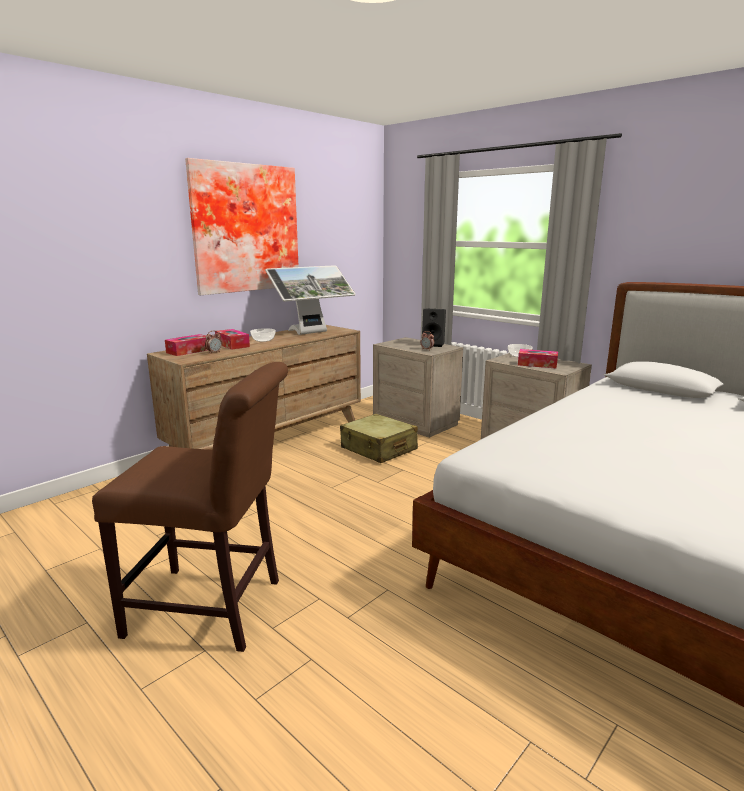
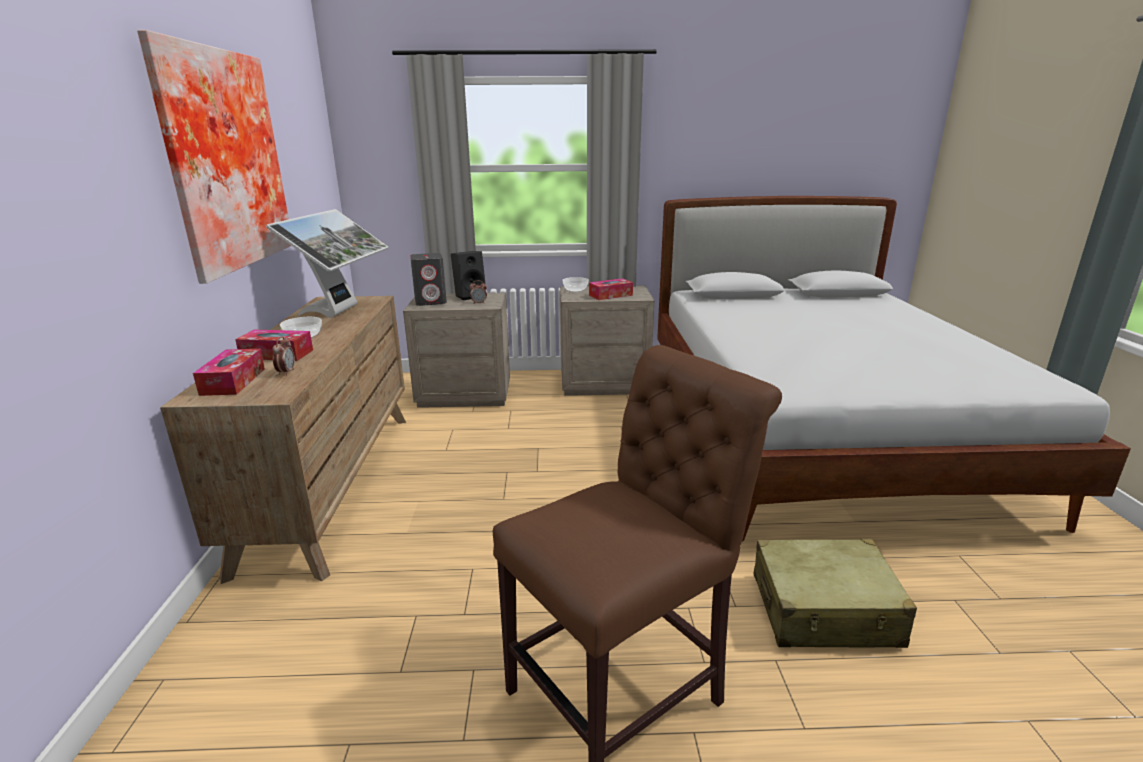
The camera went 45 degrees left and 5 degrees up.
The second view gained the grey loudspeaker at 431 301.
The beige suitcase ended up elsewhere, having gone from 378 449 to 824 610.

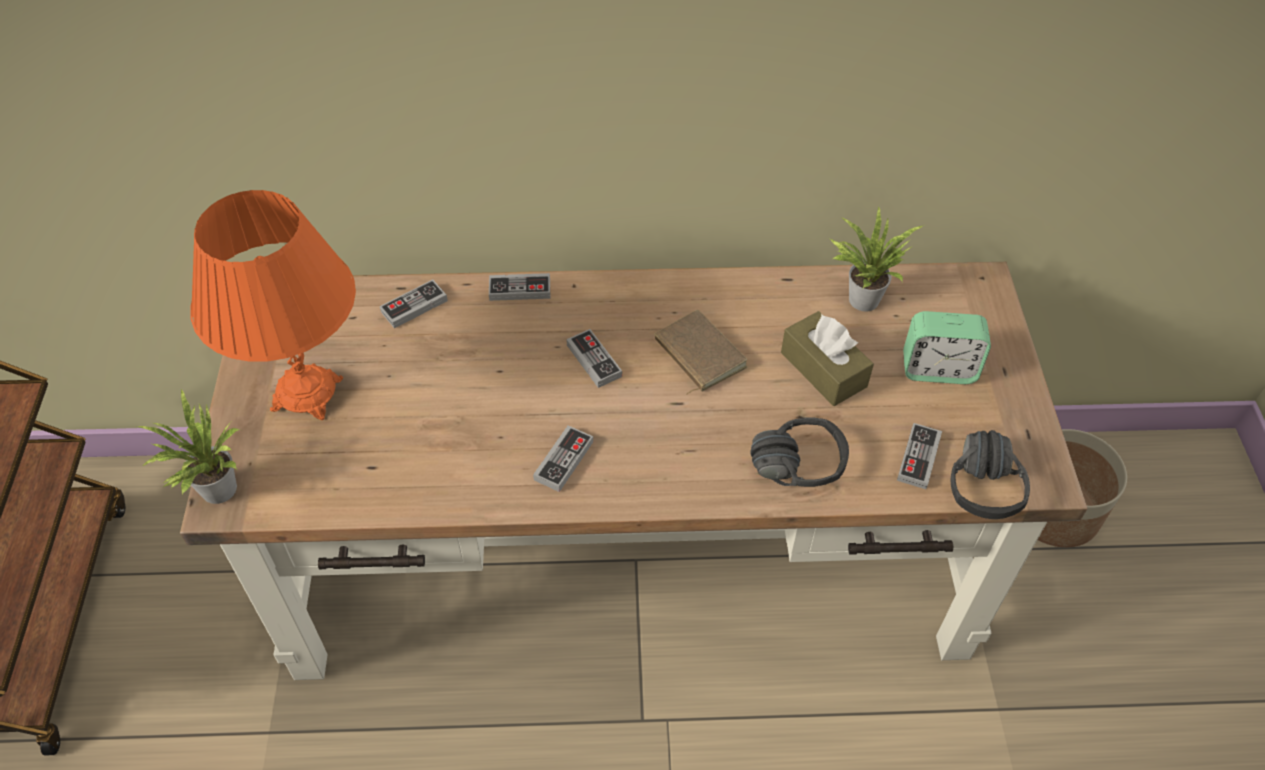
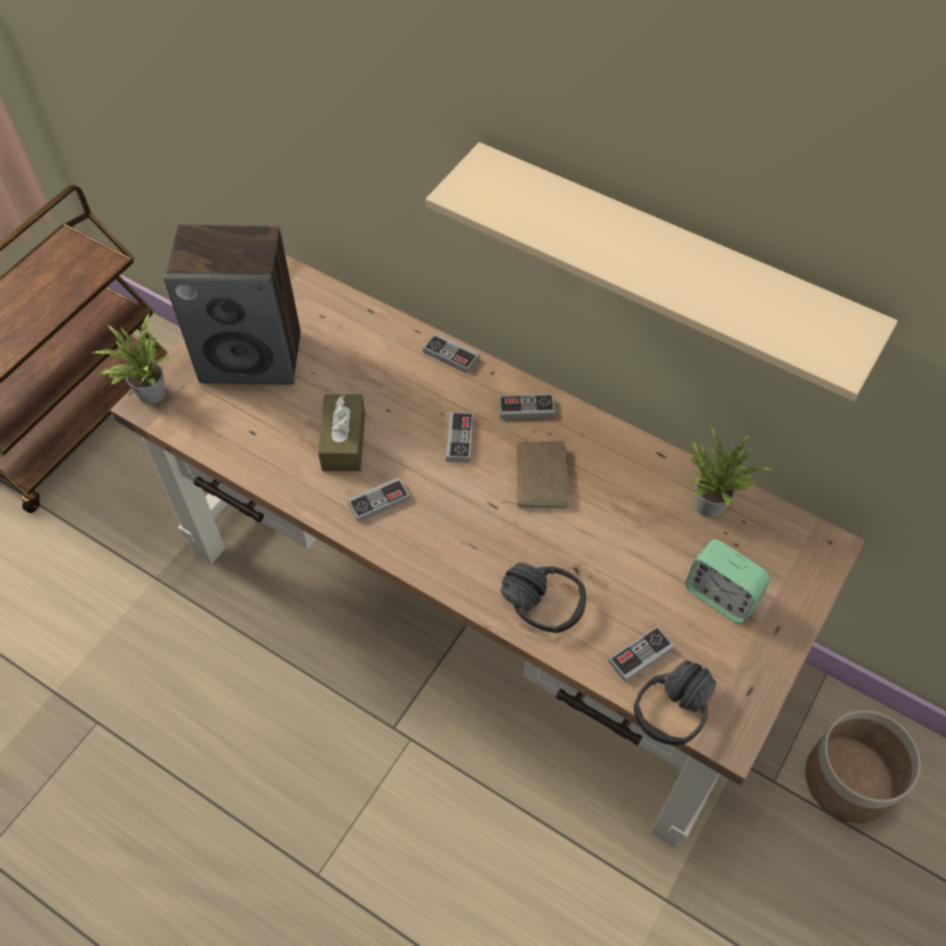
The camera went 35 degrees right and 5 degrees up.
The second view gained the beige wall shelf at 667 265.
The gamepad ended up elsewhere, having gone from 414 306 to 526 408.
The brown tissue holder ended up elsewhere, having gone from 823 369 to 343 441.
Where the orange tabletop lamp stood at 307 394, the loudspeaker came to stand at 252 357.

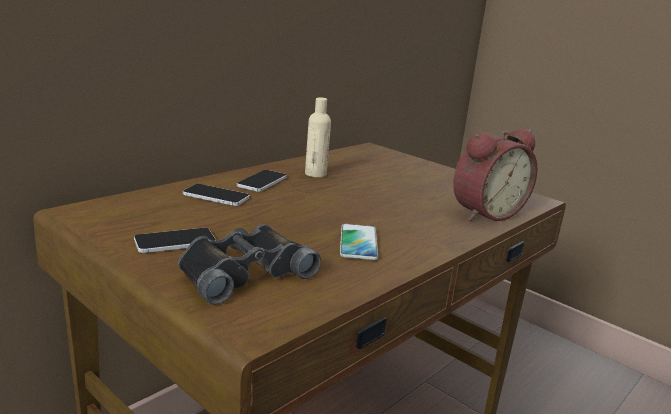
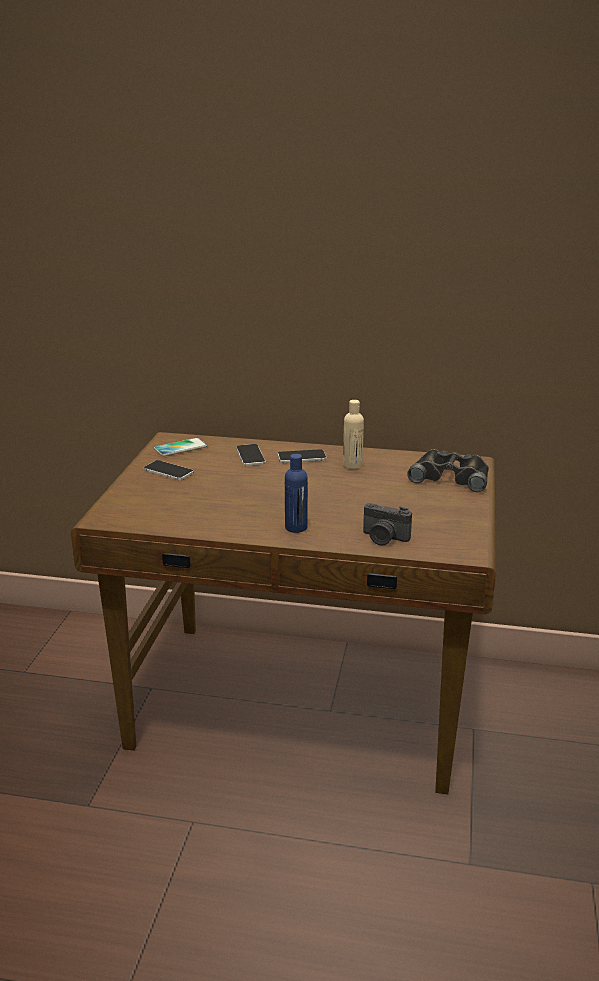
The camera went 60 degrees right and 5 degrees up.
The second view gained the blue bottle at 296 527.
The black pair of binoculars ended up elsewhere, having gone from 242 271 to 450 477.
The telephone ended up elsewhere, having gone from 358 243 to 180 448.
Where the bedside clock stood at 484 212, the still camera came to stand at 384 538.

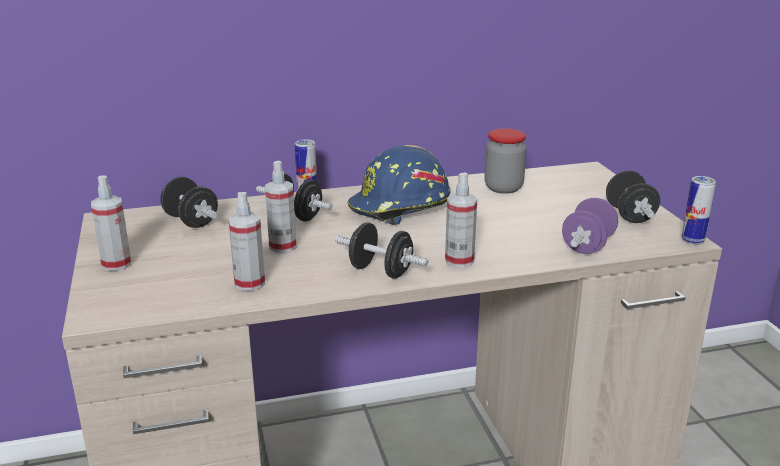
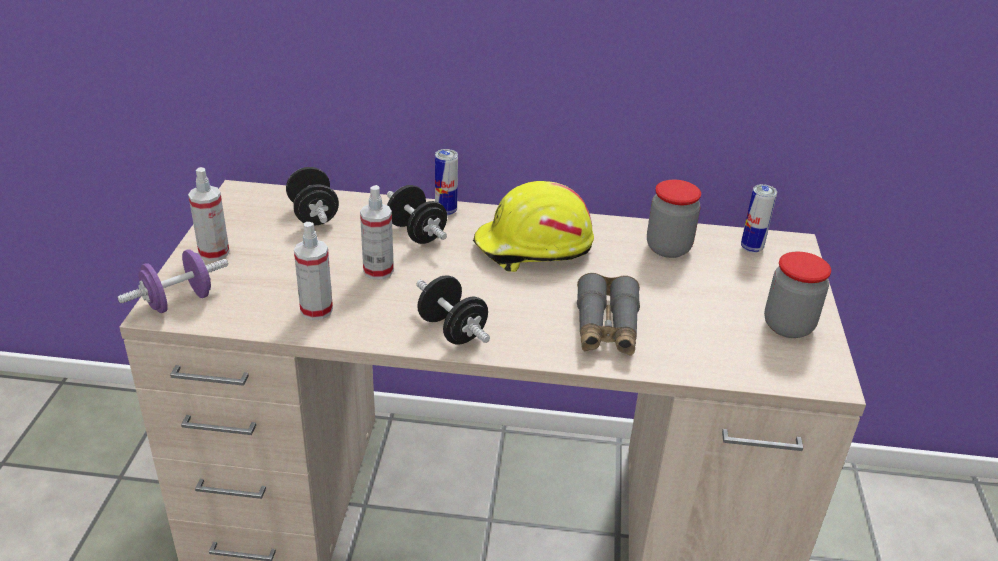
The camera went 20 degrees right and 10 degrees up.
The second view lost the sprayer at 459 260.
The second view gained the grey pair of binoculars at 606 327.
The purple-coloured free weight ended up elsewhere, having gone from 587 245 to 179 301.
The metal can ended up elsewhere, having gone from 692 241 to 751 248.
Where the black free weight stood at 629 215, the preserve jar came to stand at 788 326.
What was the blue hard hat at 400 207 turned into the yellow hard hat at 533 248.

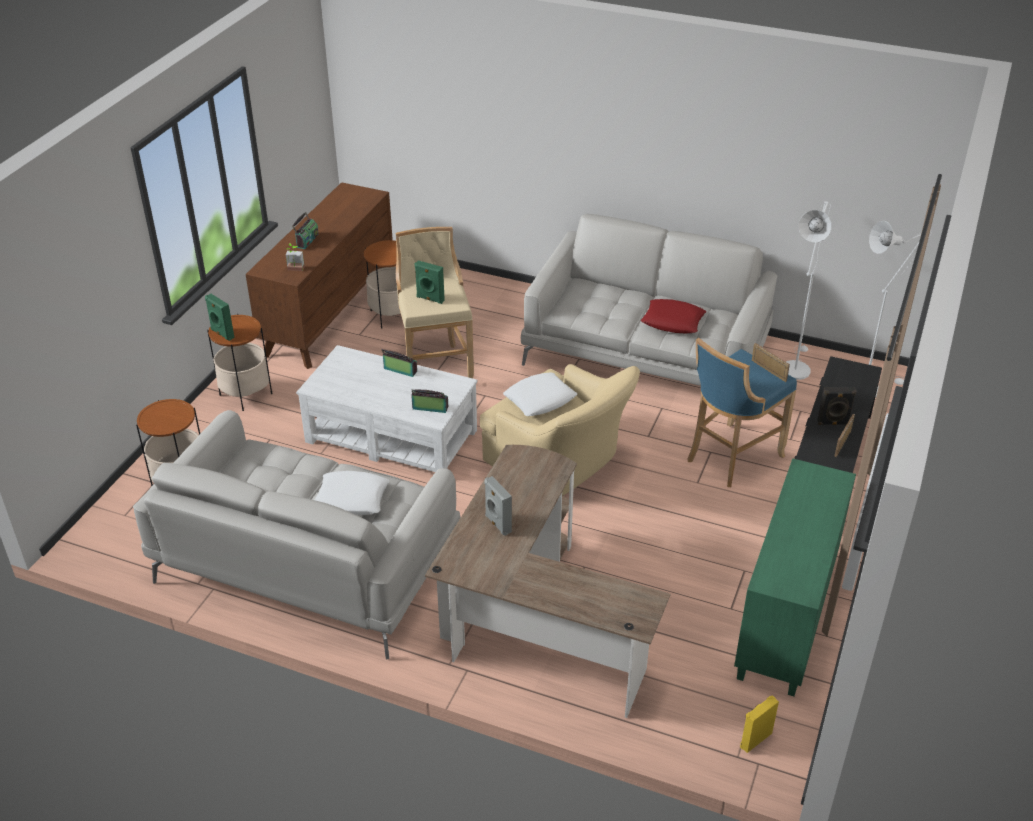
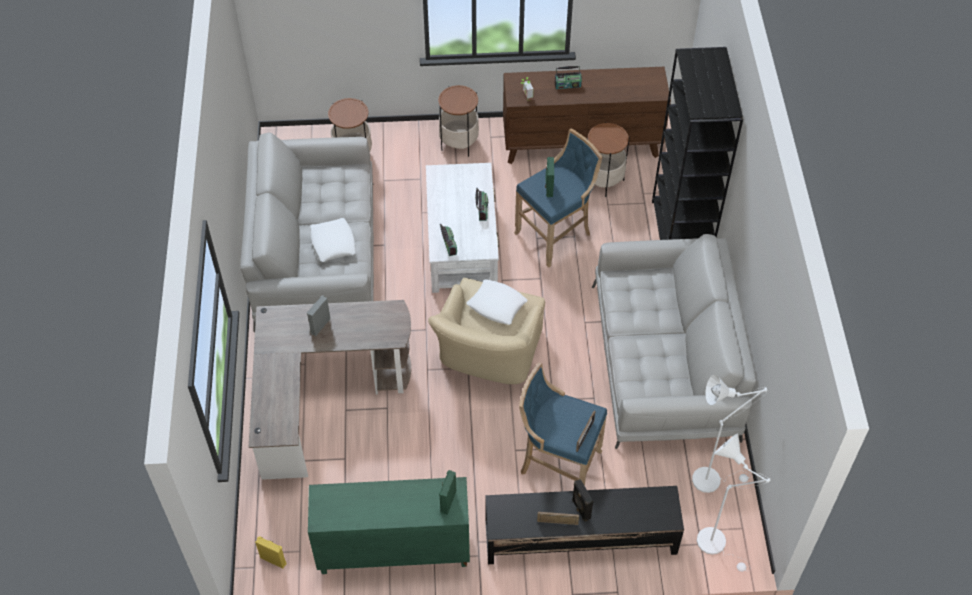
The camera went 65 degrees right and 15 degrees up.
The second view lost the reddish cushion at 673 321.
The second view gained the black bookshelf at 680 235.
The greenish loudspeaker ended up elsewhere, having gone from 222 334 to 447 501.
What was the beige stool seat at 436 367 turned into the blue stool seat at 556 235.

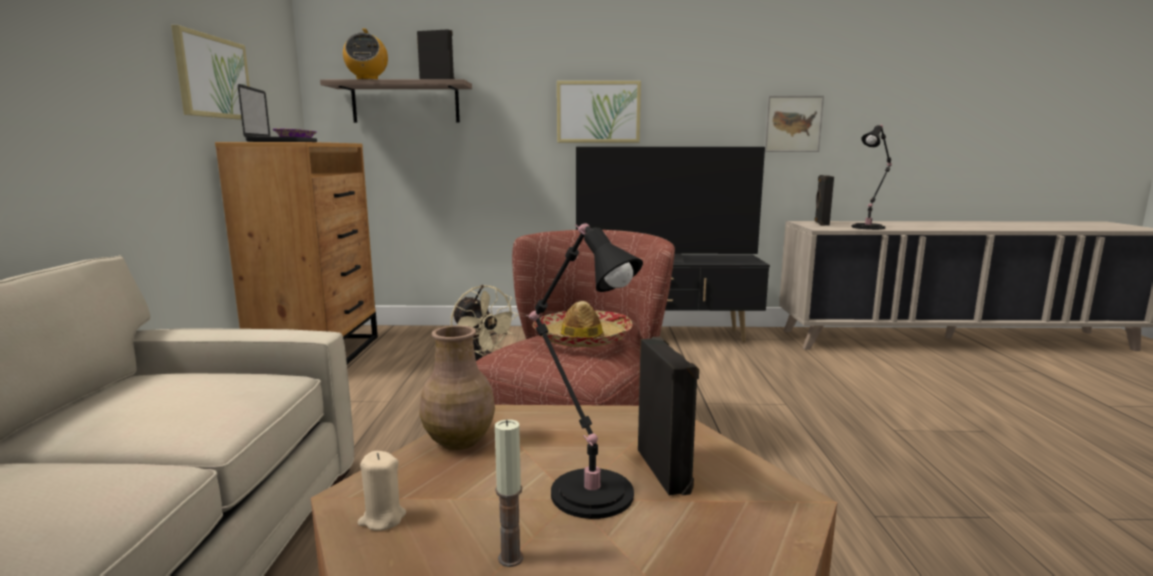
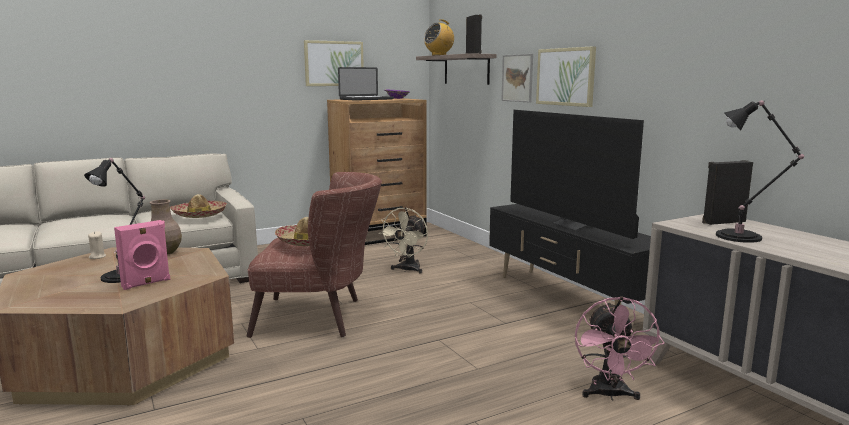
The camera went 60 degrees right and 0 degrees up.
The second view lost the wax candle at 510 558.
The second view gained the hat at 200 215.
The second view gained the pinkish cooling fan at 610 395.
The wall art ended up elsewhere, having gone from 793 124 to 517 78.
What was the black loudspeaker at 665 470 turned into the pinkish loudspeaker at 146 283.

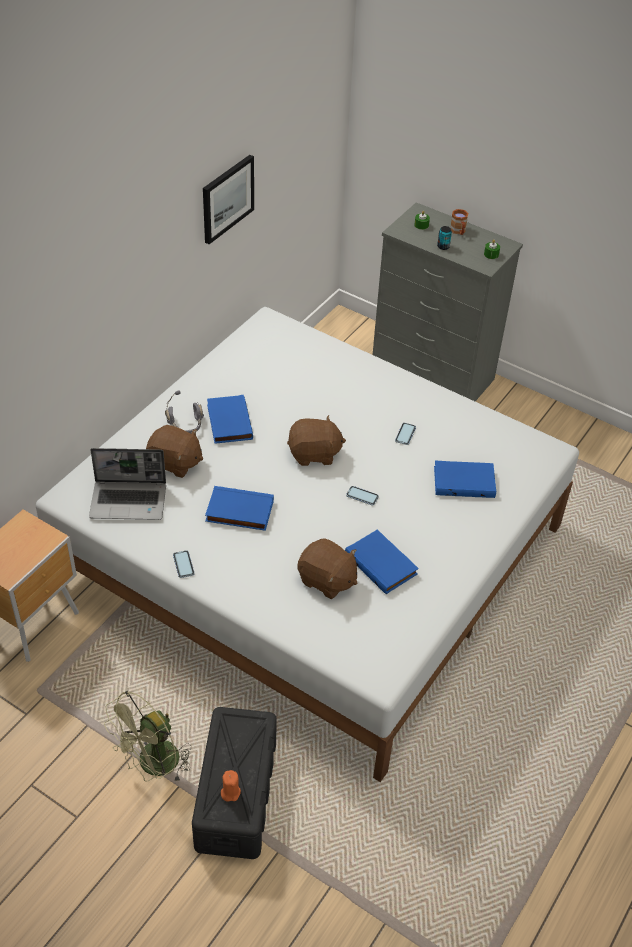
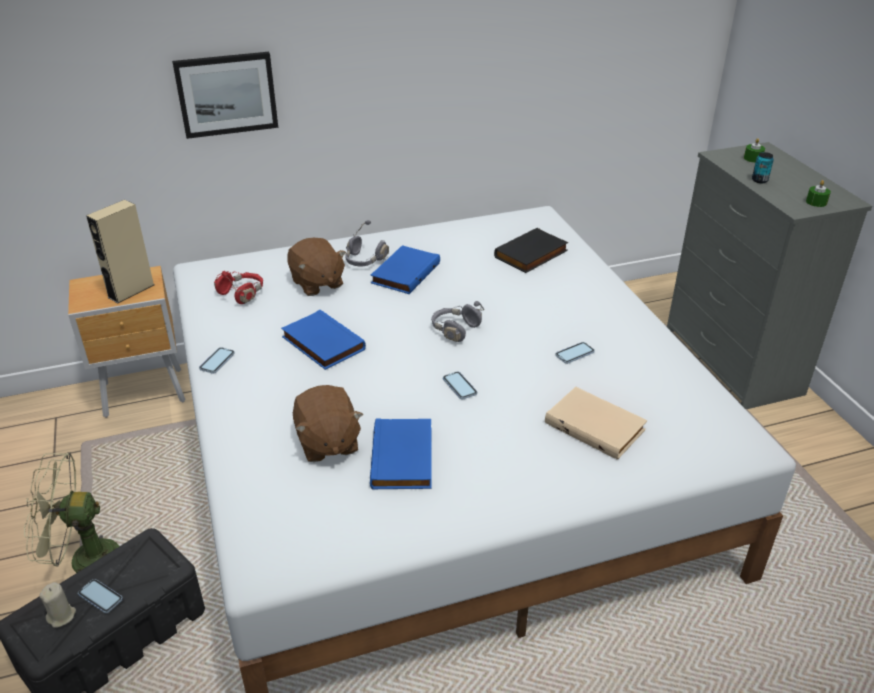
The camera went 40 degrees right and 10 degrees down.
The second view lost the brown tea mug at 458 231.
The second view gained the telephone at 100 597.
The second view gained the beige loudspeaker at 131 291.
The second view gained the black volume at 532 255.
The wall art ended up elsewhere, having gone from 227 198 to 226 94.
Where the notebook computer stood at 129 501, the reddish pair of headphones came to stand at 242 294.
Where the brown plush toy stood at 314 454, the grey pair of headphones came to stand at 454 330.
What was the orange wax candle at 230 792 turned into the beige wax candle at 62 616.
What was the blue volume at 464 481 turned into the beige volume at 596 426.

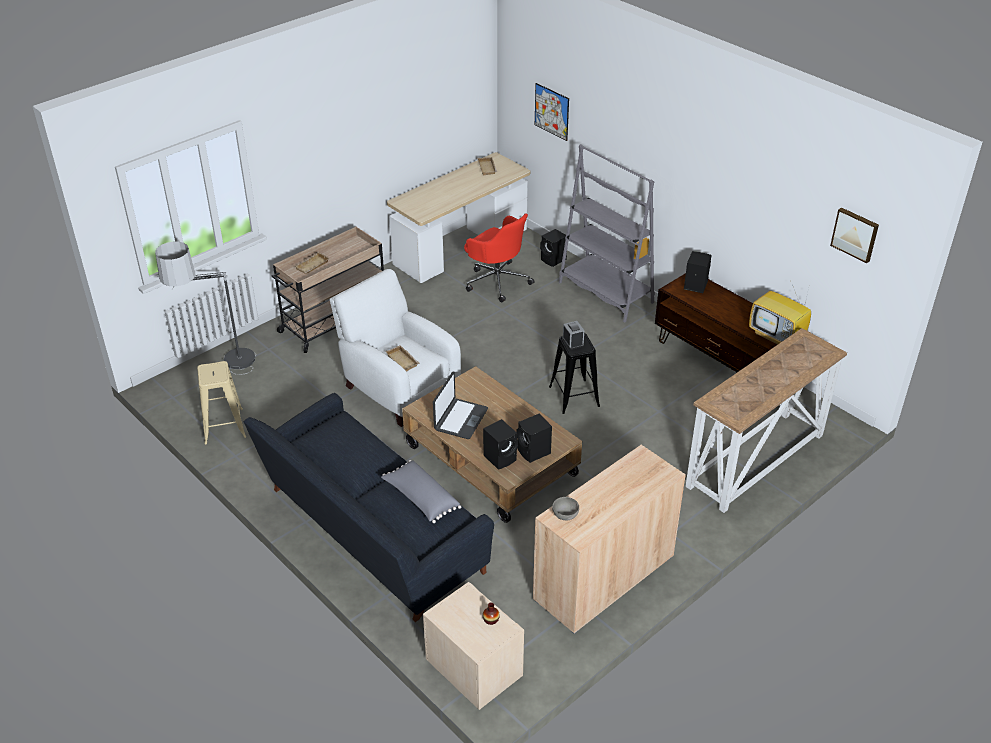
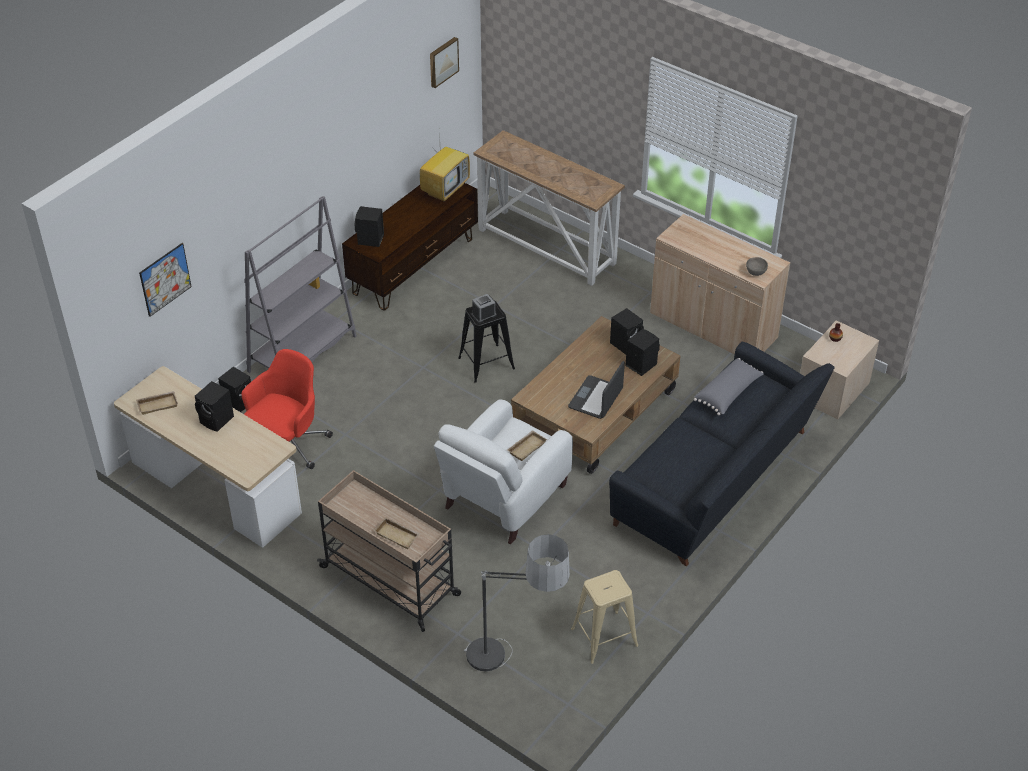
The camera went 100 degrees left and 5 degrees up.
The second view gained the black loudspeaker at 217 420.
The notebook computer at 460 419 ended up facing another way, 75 degrees counterclockwise from before.

